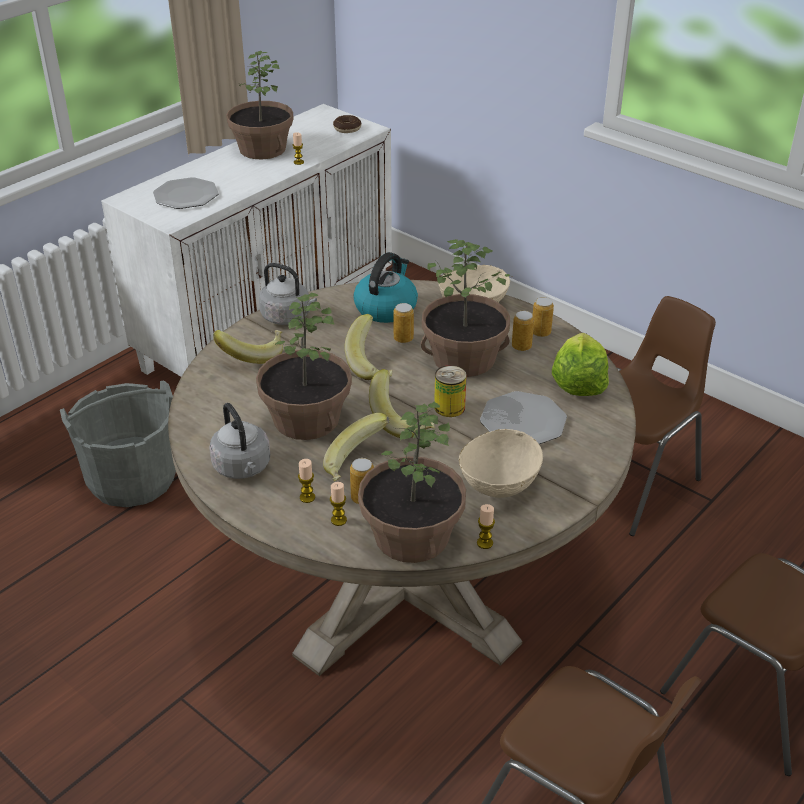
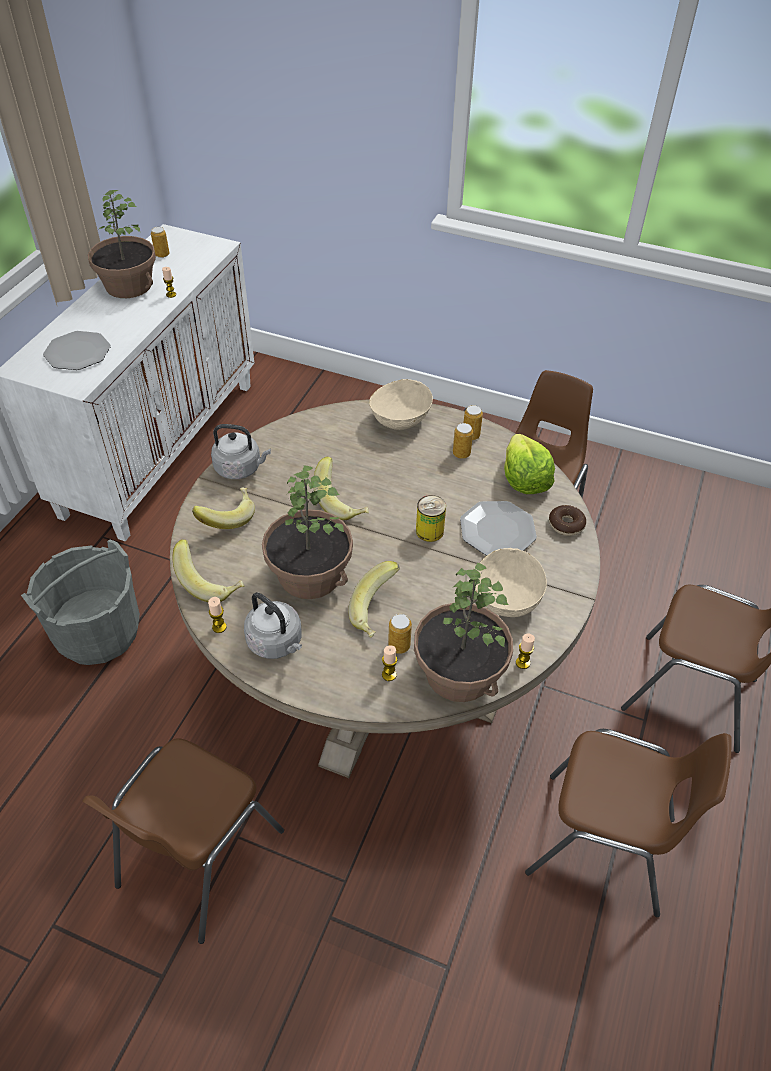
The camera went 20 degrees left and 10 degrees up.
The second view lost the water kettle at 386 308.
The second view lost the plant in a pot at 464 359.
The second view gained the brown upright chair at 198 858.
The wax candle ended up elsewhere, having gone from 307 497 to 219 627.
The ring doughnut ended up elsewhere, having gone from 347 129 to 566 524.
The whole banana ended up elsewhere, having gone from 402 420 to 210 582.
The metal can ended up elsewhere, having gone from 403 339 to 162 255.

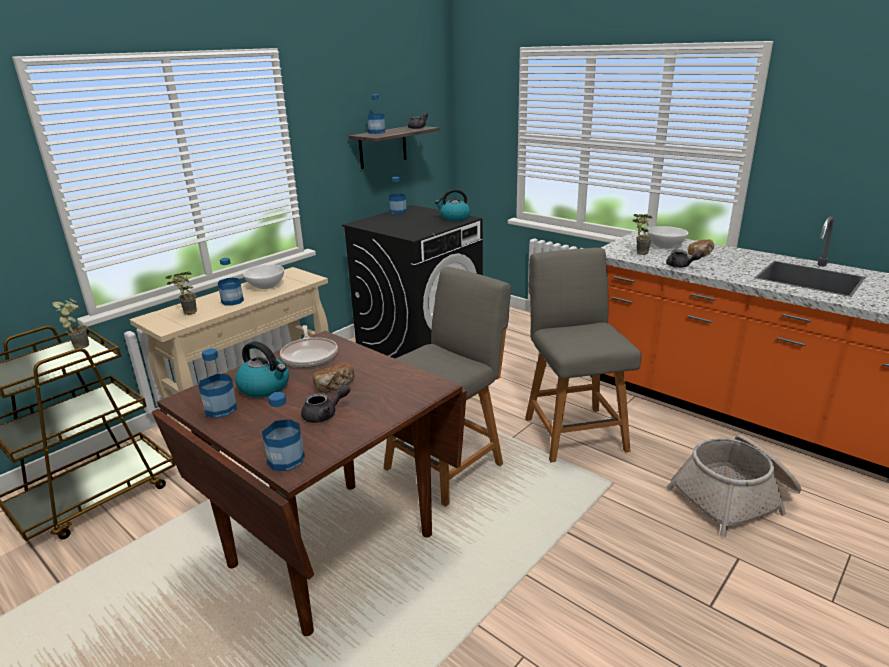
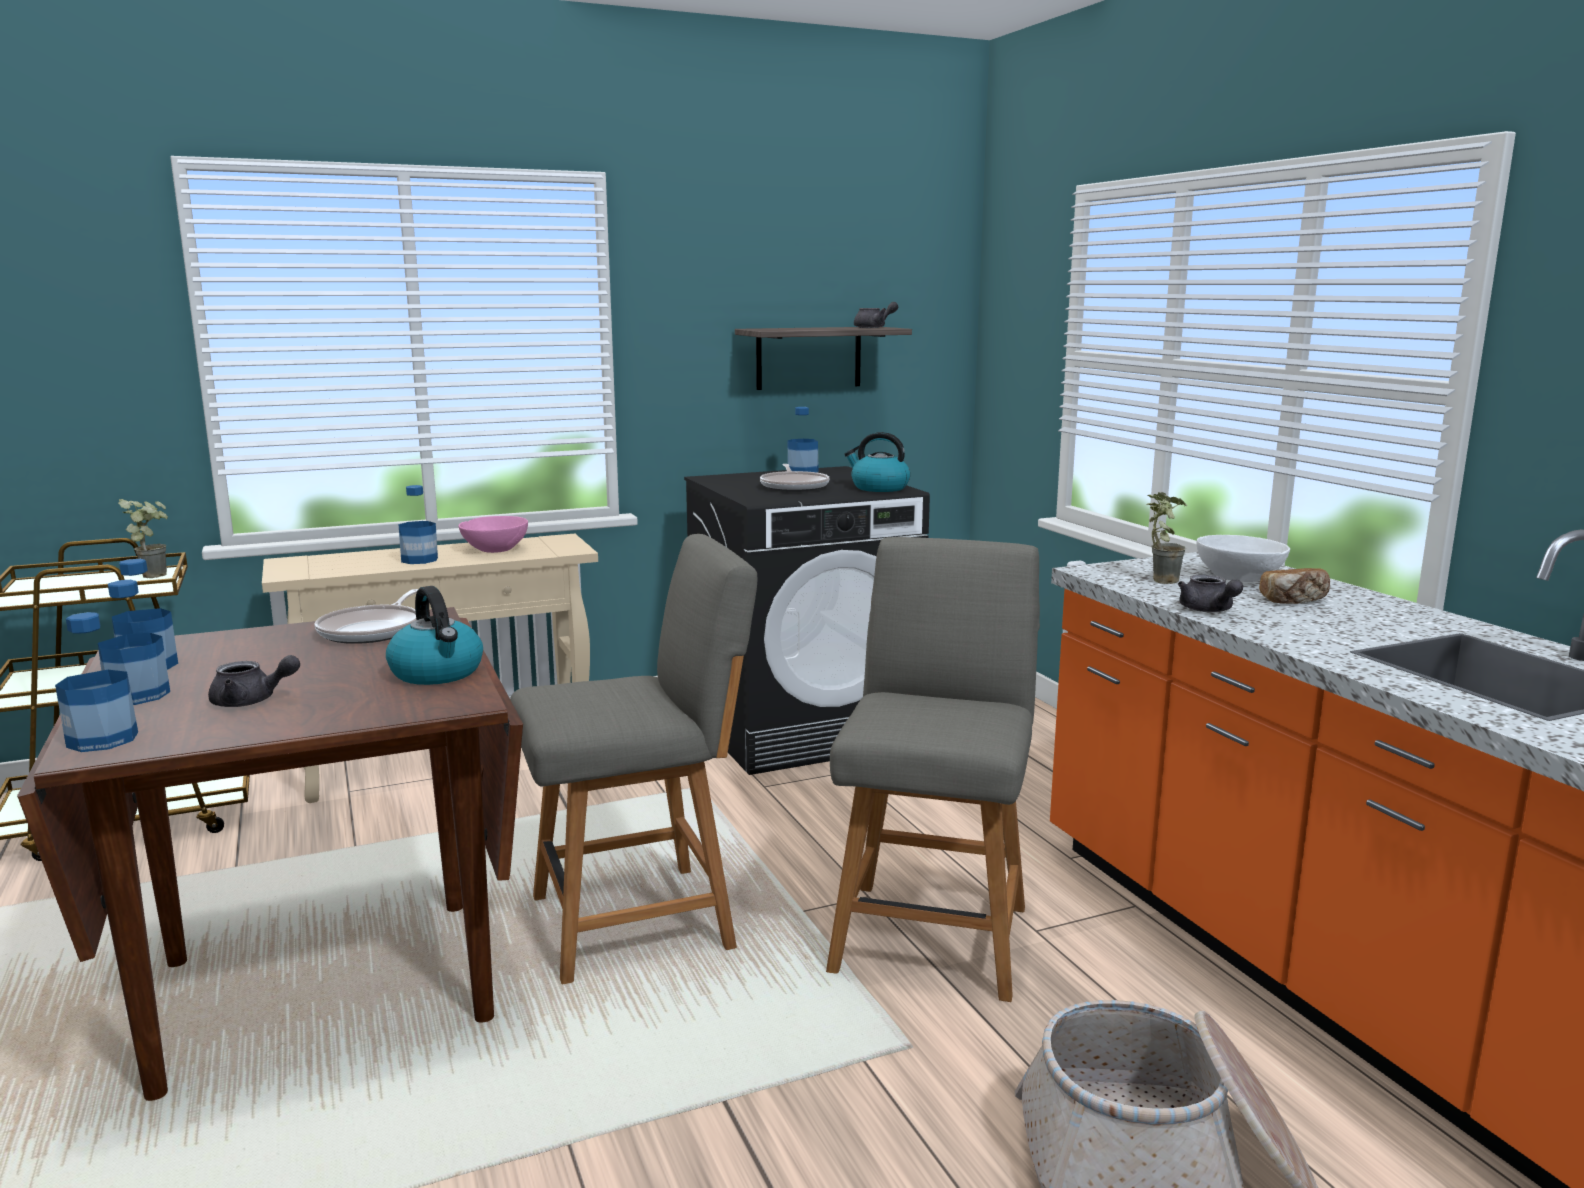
The camera went 25 degrees right and 10 degrees down.
The second view lost the plant in a pot at 187 313.
The second view lost the baked bread at 335 386.
The second view gained the pan at 794 486.
The water kettle ended up elsewhere, having gone from 265 387 to 438 673.
The bottle ended up elsewhere, having gone from 376 132 to 138 695.
What was the white bowl at 266 286 turned into the pinkish bowl at 495 550.

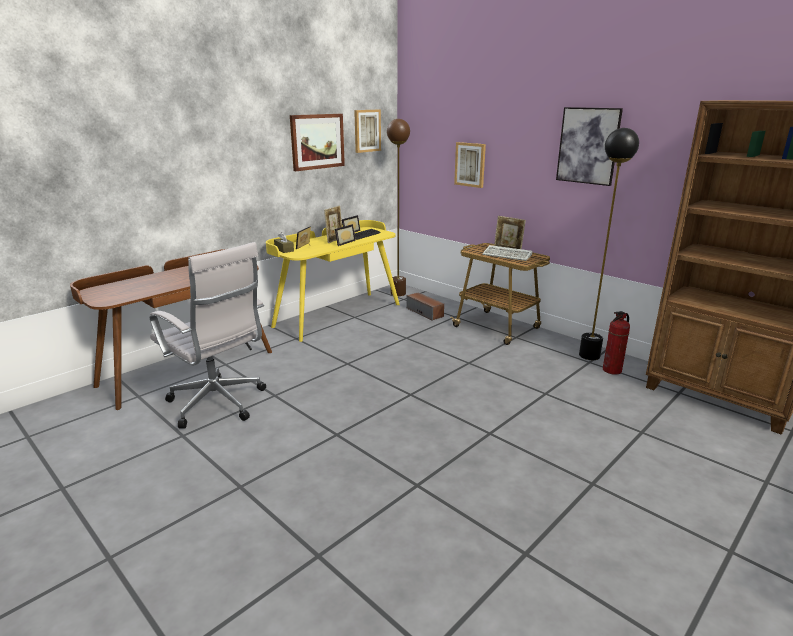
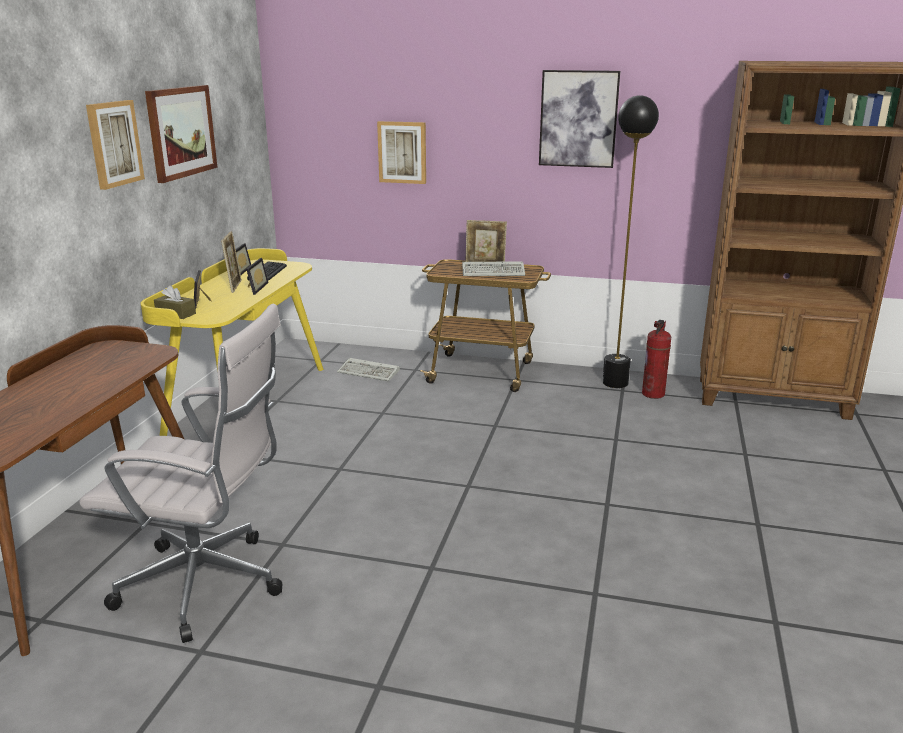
The camera went 30 degrees left and 0 degrees up.
The second view lost the brown standard lamp at 398 293.
The wall art ended up elsewhere, having gone from 367 130 to 114 143.
Where the loudspeaker stood at 425 312, the PC keyboard came to stand at 370 372.

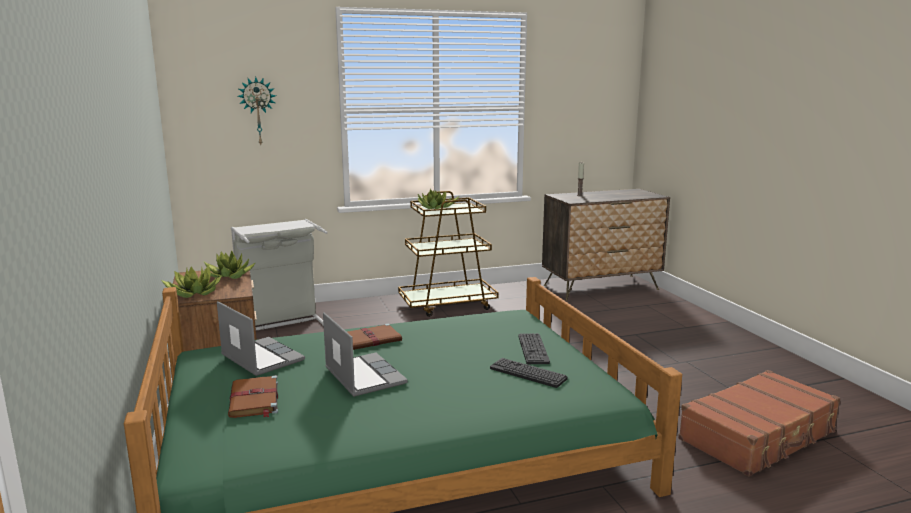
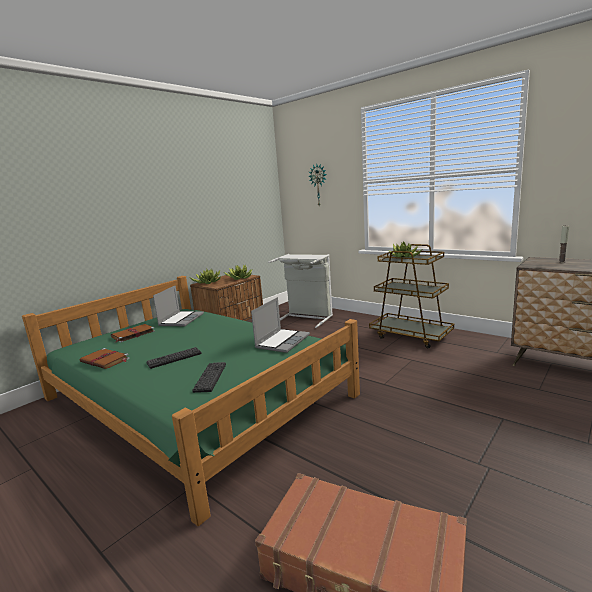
The camera went 60 degrees right and 0 degrees up.
The notebook computer ended up elsewhere, having gone from 363 376 to 282 341.
The brown volume ended up elsewhere, having gone from 370 340 to 105 360.
The PC keyboard ended up elsewhere, having gone from 533 349 to 174 358.

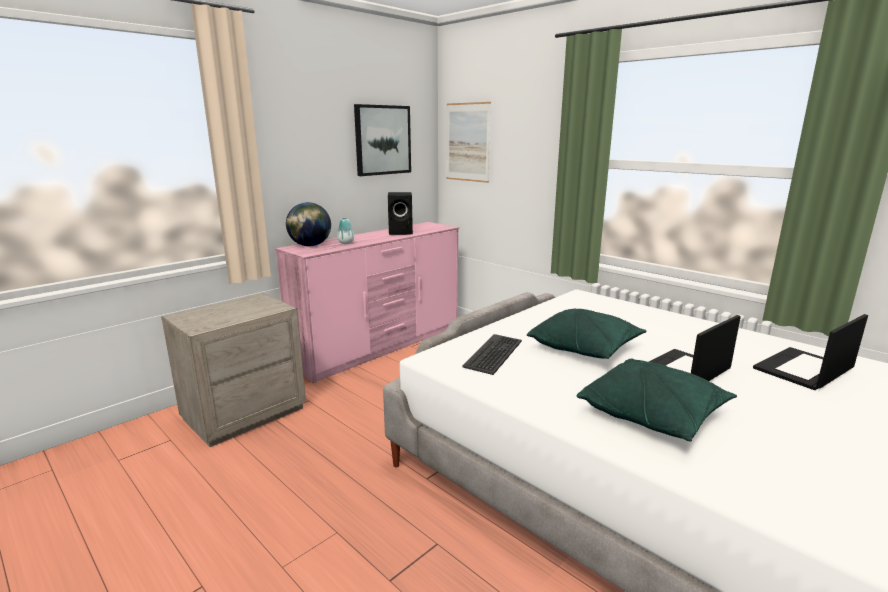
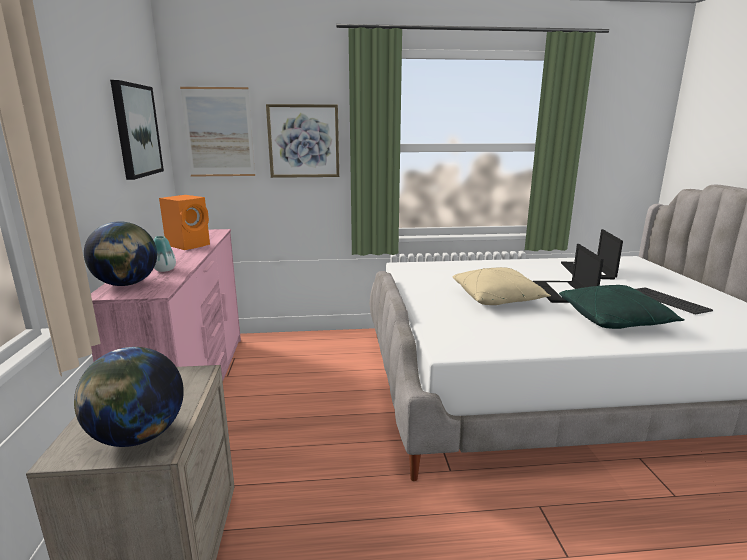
The camera went 50 degrees left and 0 degrees up.
The second view gained the globe at 138 436.
The second view gained the wall art at 303 141.
The PC keyboard ended up elsewhere, having gone from 494 354 to 668 301.
What was the black loudspeaker at 402 232 turned into the orange loudspeaker at 189 245.
What was the greenish cushion at 585 348 turned into the beige cushion at 497 299.

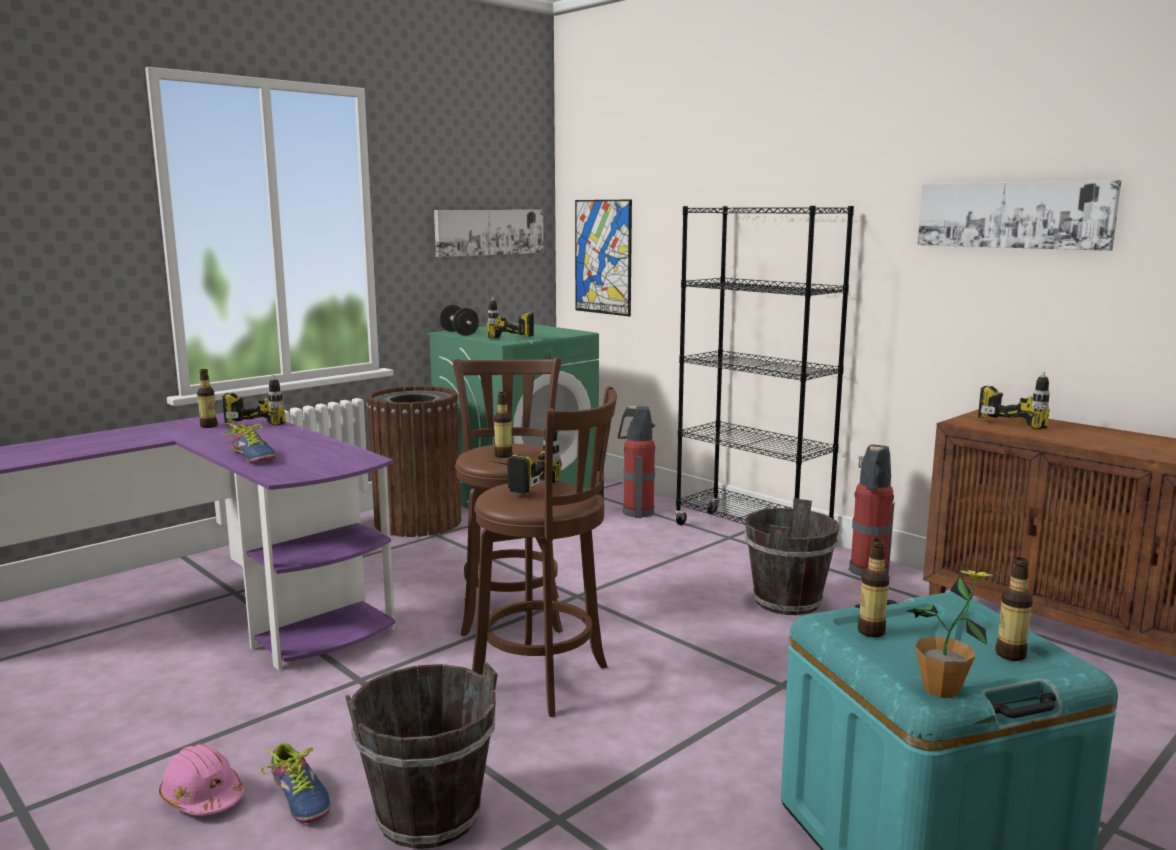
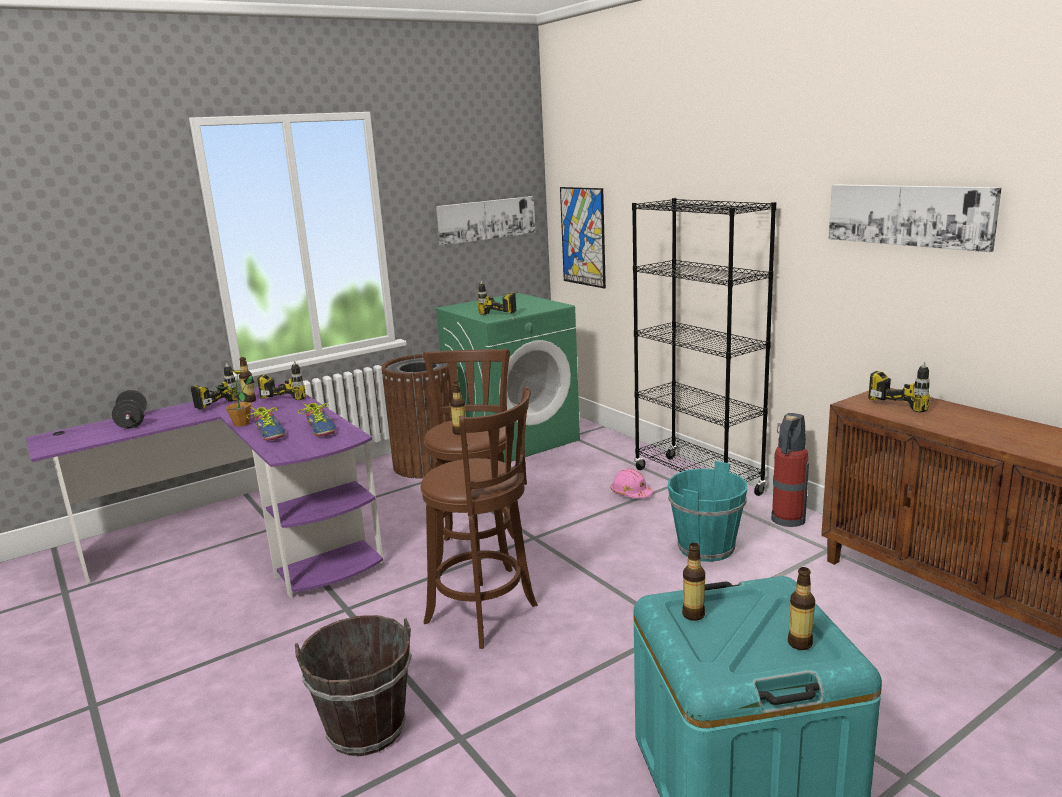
The camera went 10 degrees right and 5 degrees up.
The second view lost the fire-fighting cylinder at 636 512.
The pinkish hard hat ended up elsewhere, having gone from 202 797 to 631 493.
The shoe ended up elsewhere, having gone from 300 797 to 321 429.
The black free weight ended up elsewhere, having gone from 459 333 to 132 422.
The power drill ended up elsewhere, having gone from 516 484 to 210 402.
The plant in a pot ended up elsewhere, having gone from 941 690 to 242 424.
What was the brown water bucket at 787 602 turned into the blue-green water bucket at 706 548.

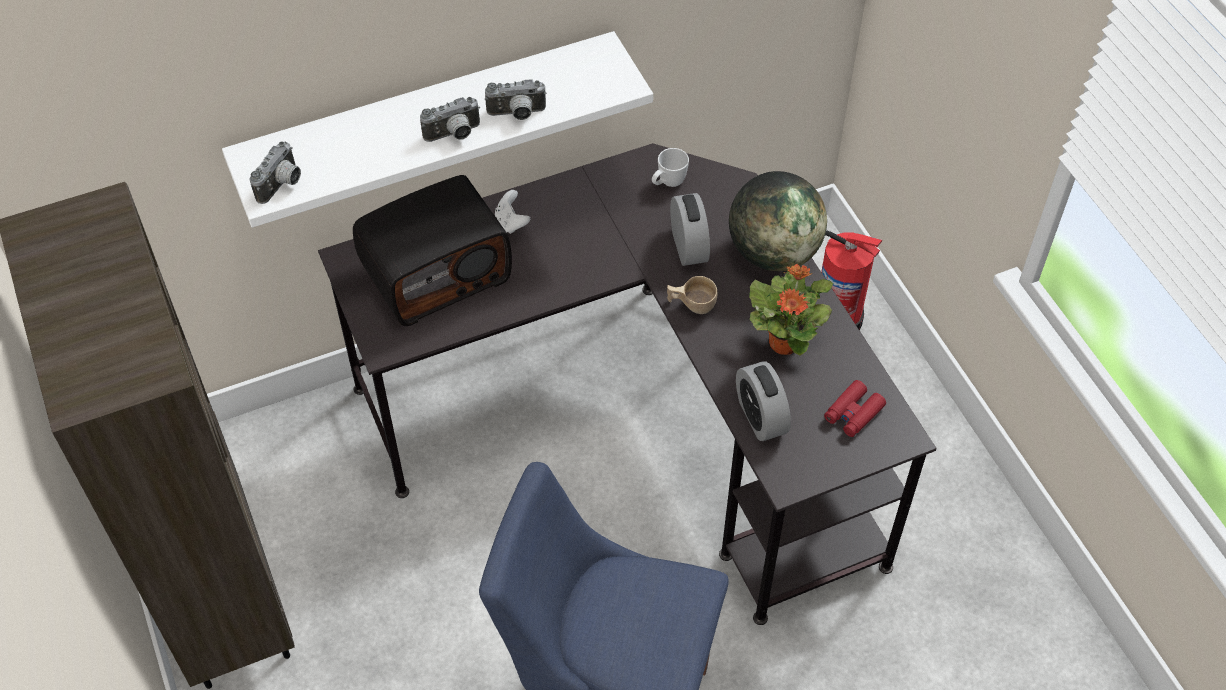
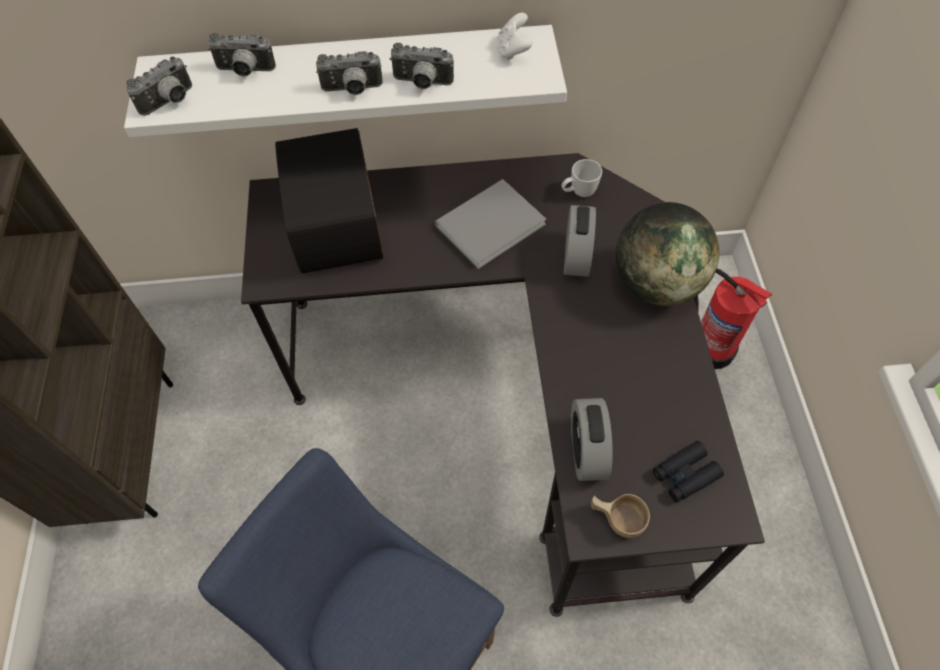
The camera went 20 degrees right and 5 degrees up.
The second view lost the plant in a pot at 784 342.
The second view gained the still camera at 245 71.
The second view gained the grey volume at 486 225.
The white gamepad ended up elsewhere, having gone from 511 222 to 513 50.
The beige small cup ended up elsewhere, having gone from 691 304 to 616 518.
What was the reddish pair of binoculars at 853 413 turned into the black pair of binoculars at 685 475.
The radio at 436 273 ended up facing another way, 90 degrees clockwise from before.

